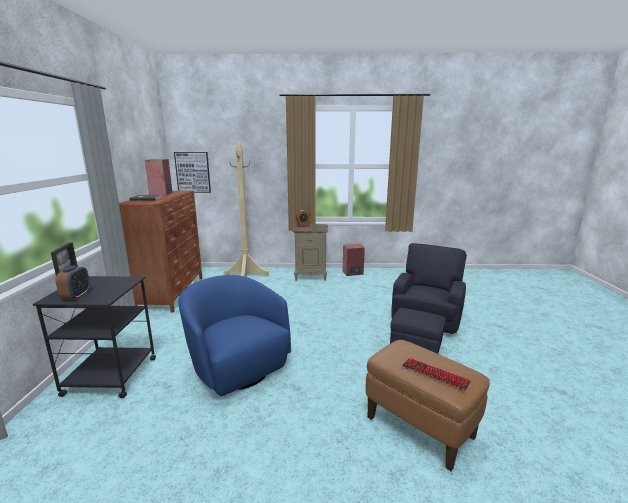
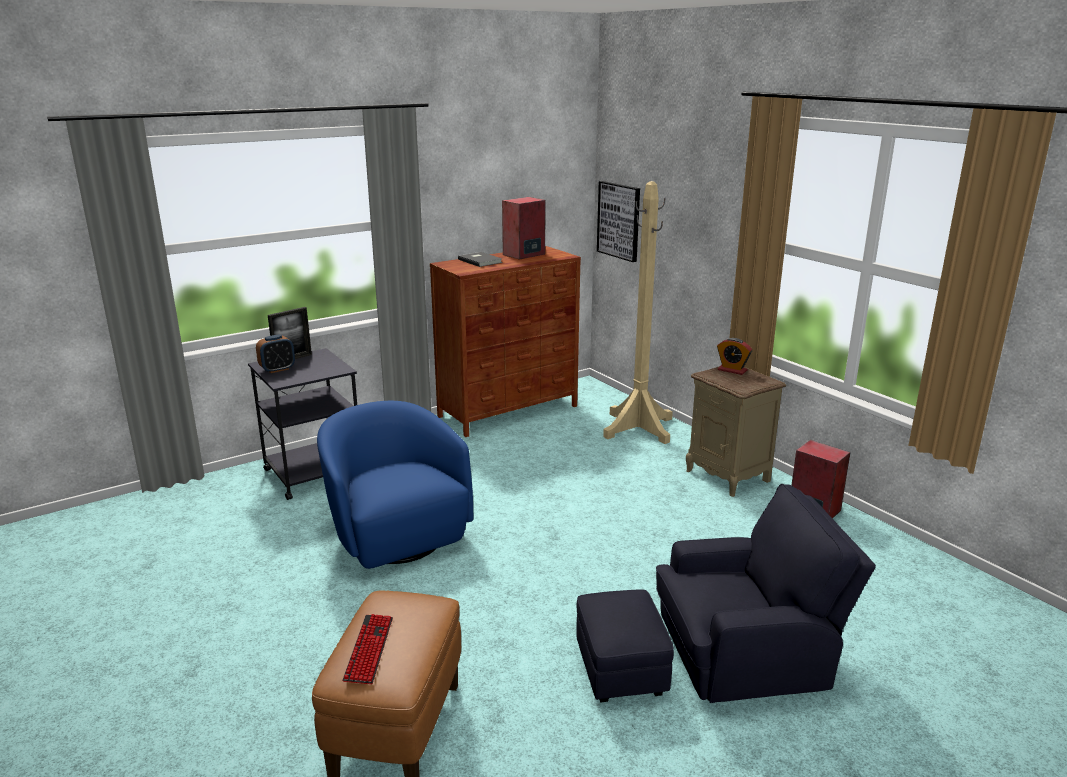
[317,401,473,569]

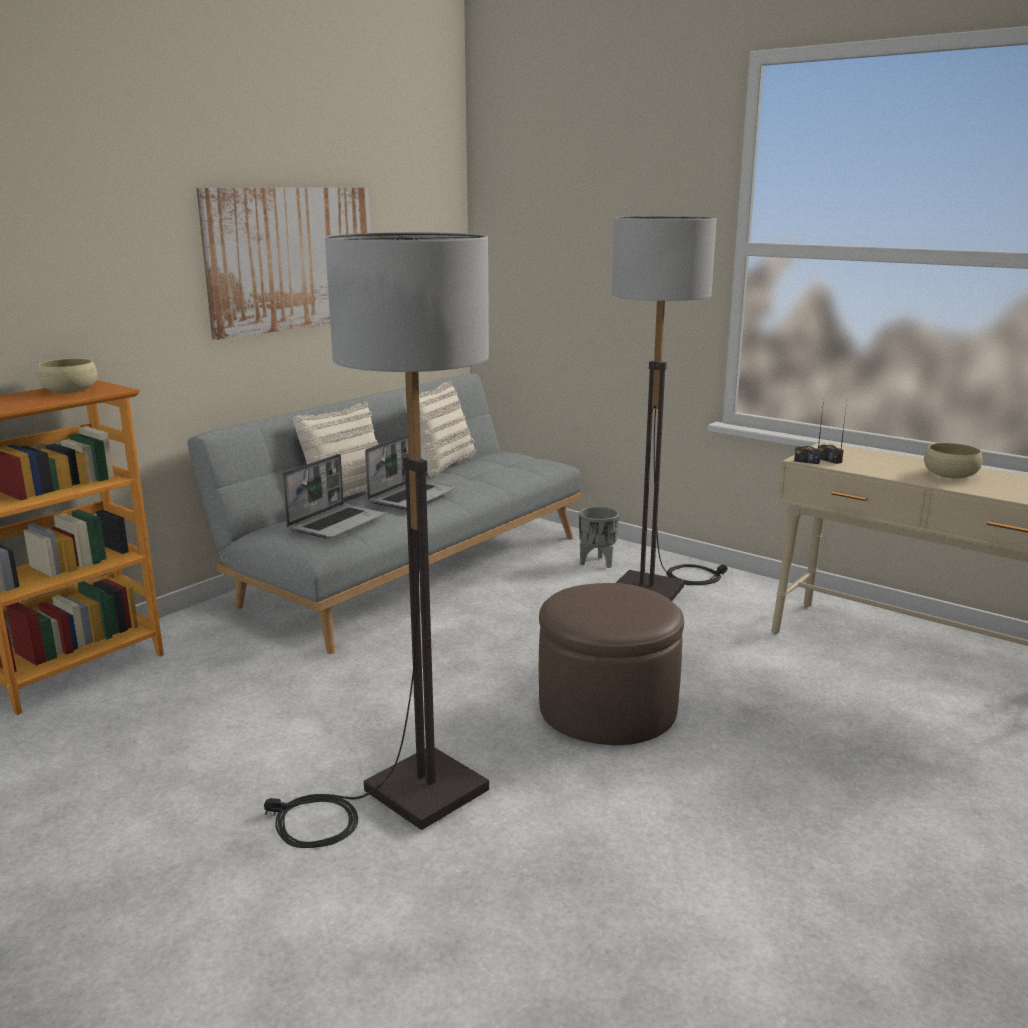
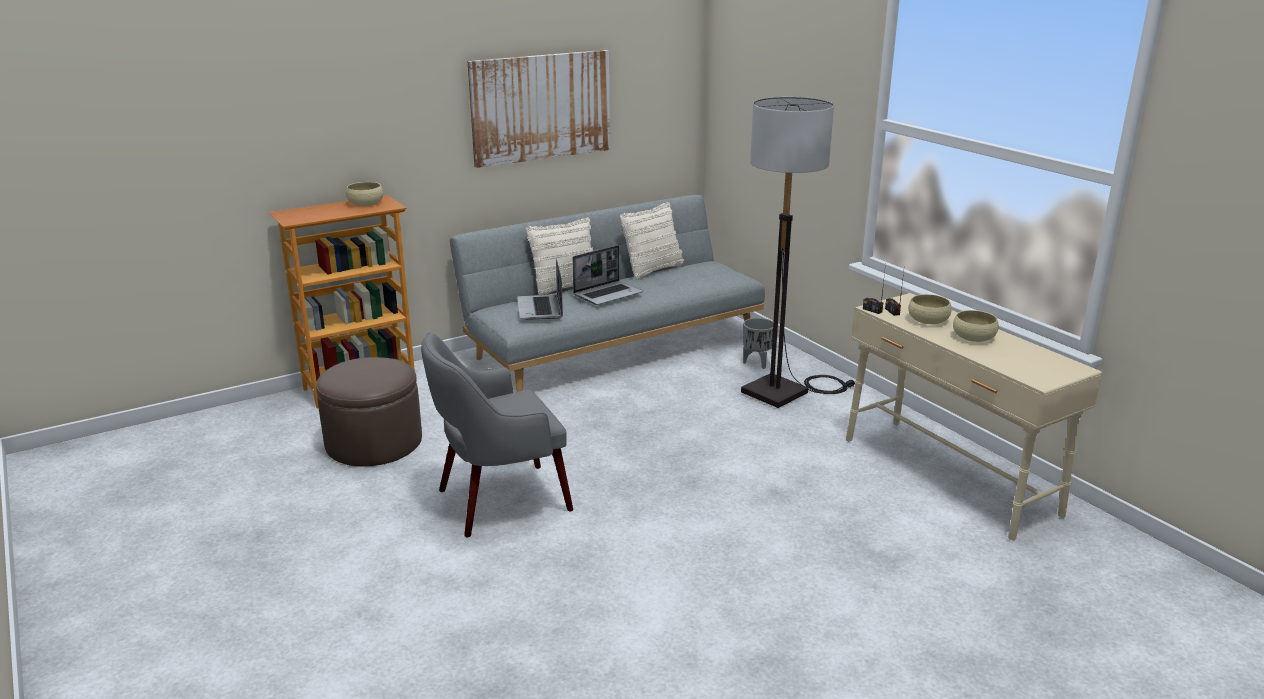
[908,294,952,324]
[316,357,422,467]
[421,332,573,537]
[517,258,563,320]

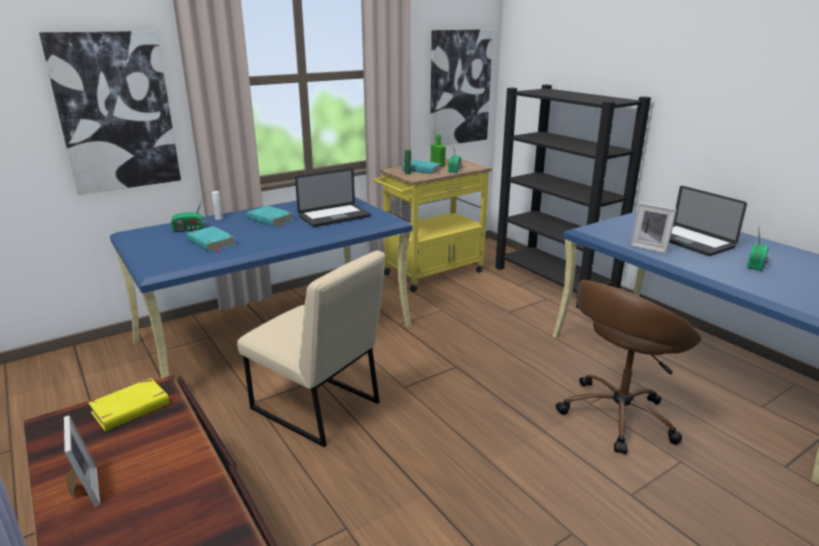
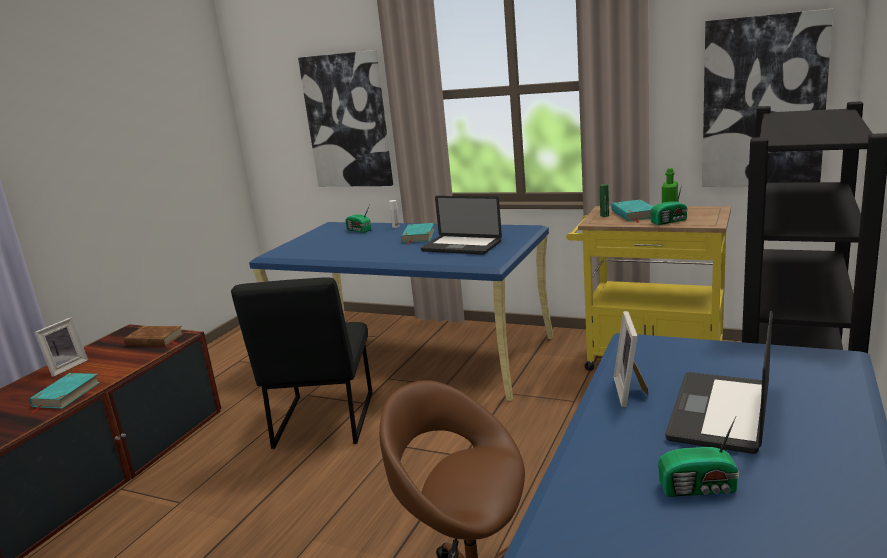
[29,373,100,413]
[124,326,184,346]
[231,277,373,449]

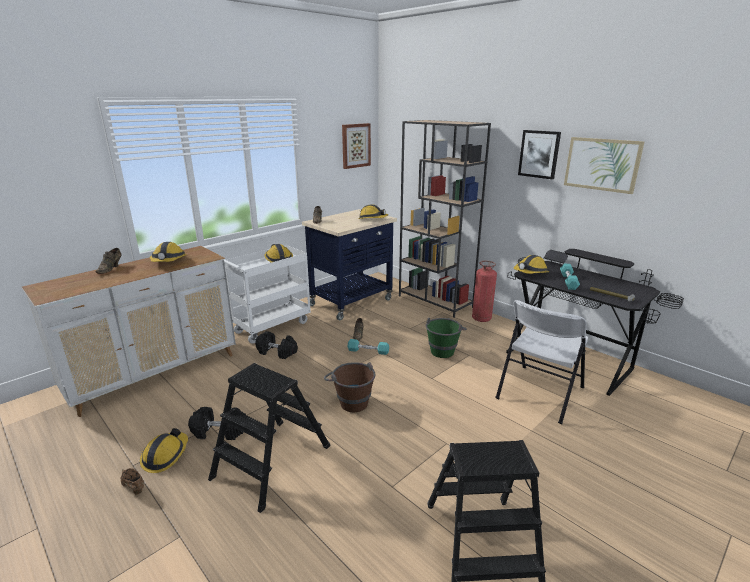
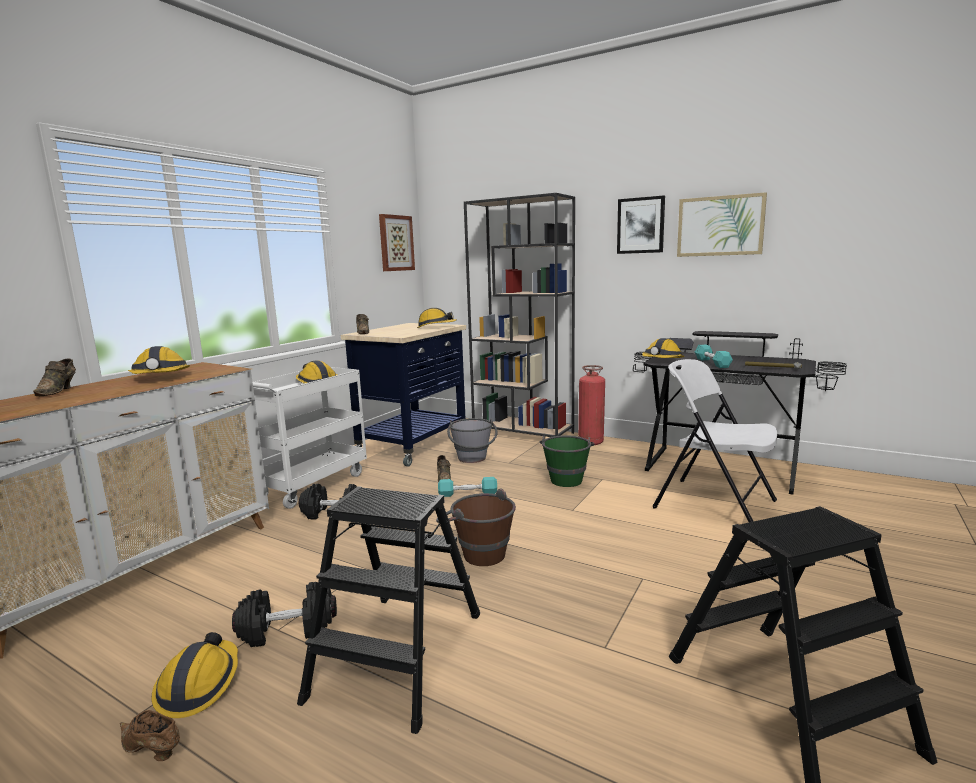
[447,418,498,463]
[653,359,777,522]

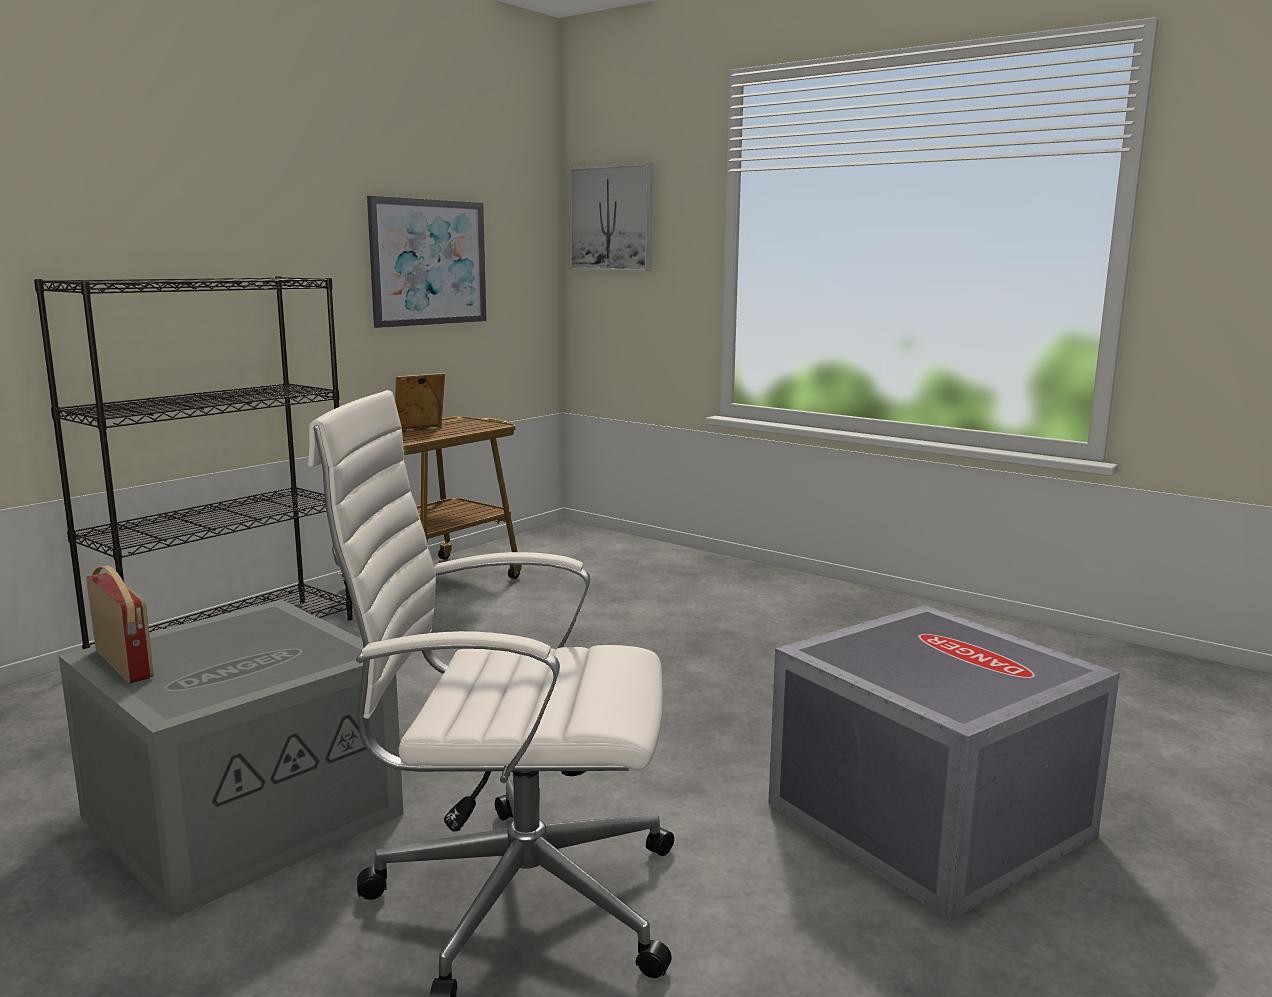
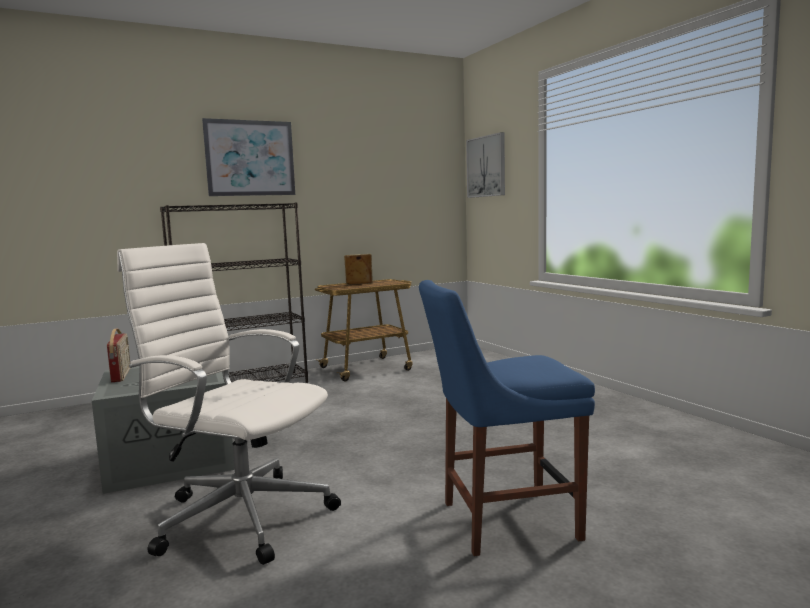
[202,118,295,196]
[419,280,595,556]

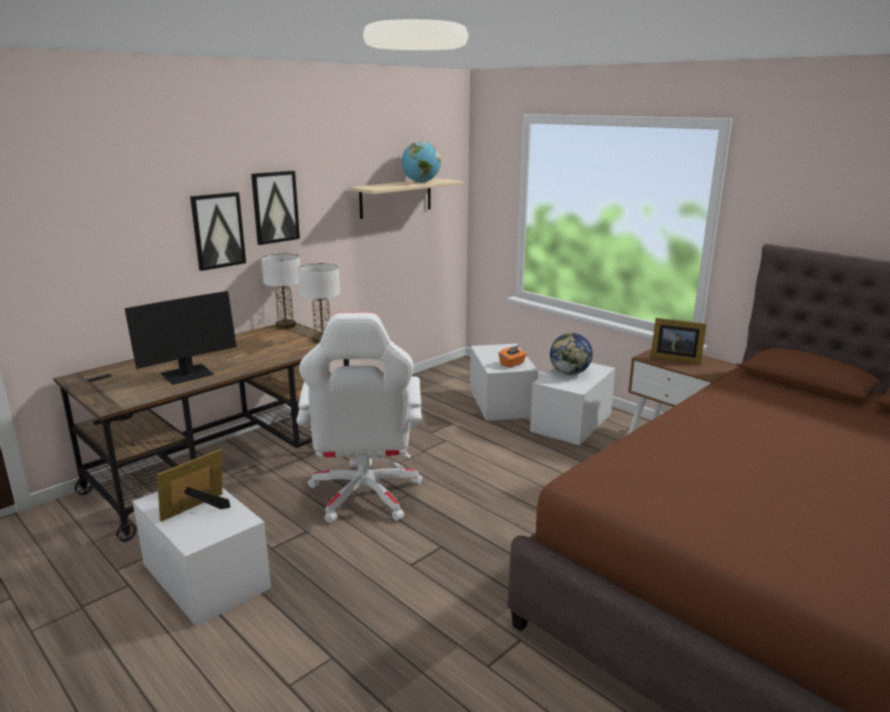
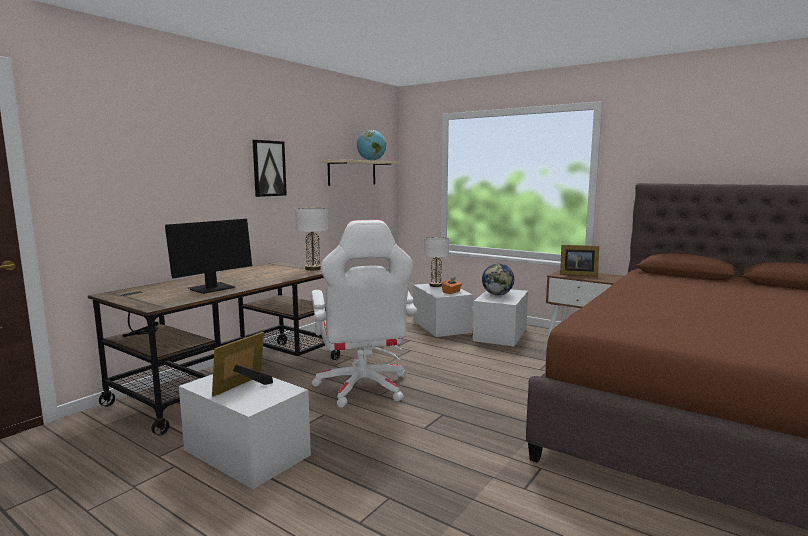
[190,192,246,271] (first image)
[424,237,449,287]

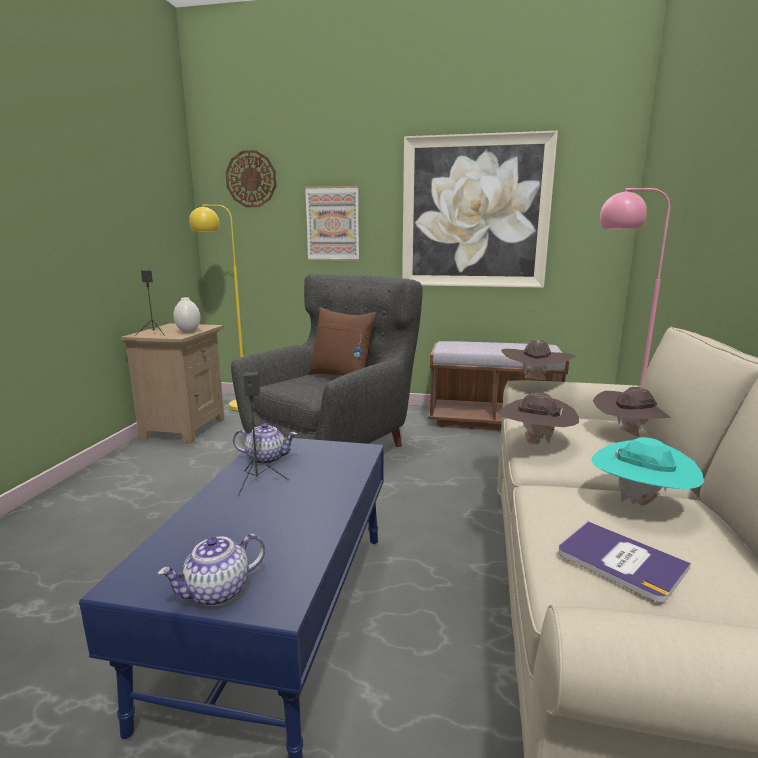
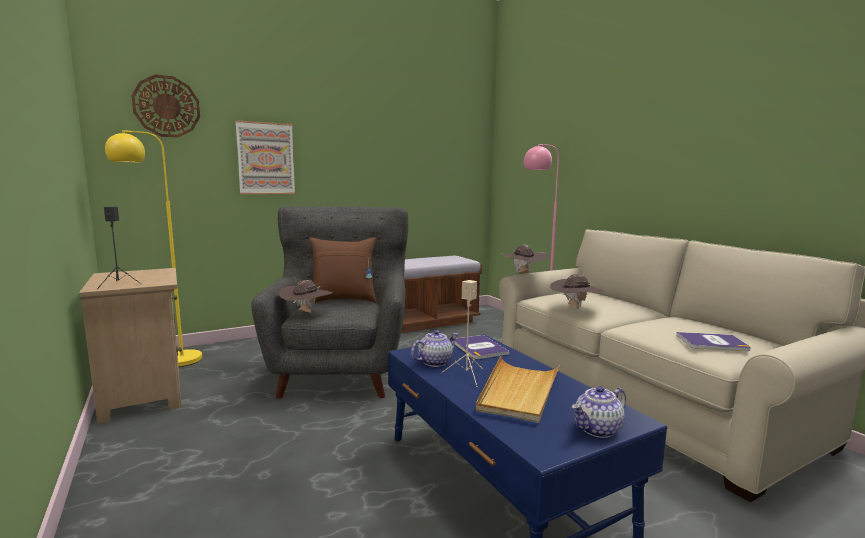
[174,297,200,333] (first image)
[402,131,558,288] (first image)
[591,437,704,506] (first image)
[455,335,509,359]
[476,356,560,423]
[278,280,333,313]
[441,280,483,387]
[572,386,626,438]

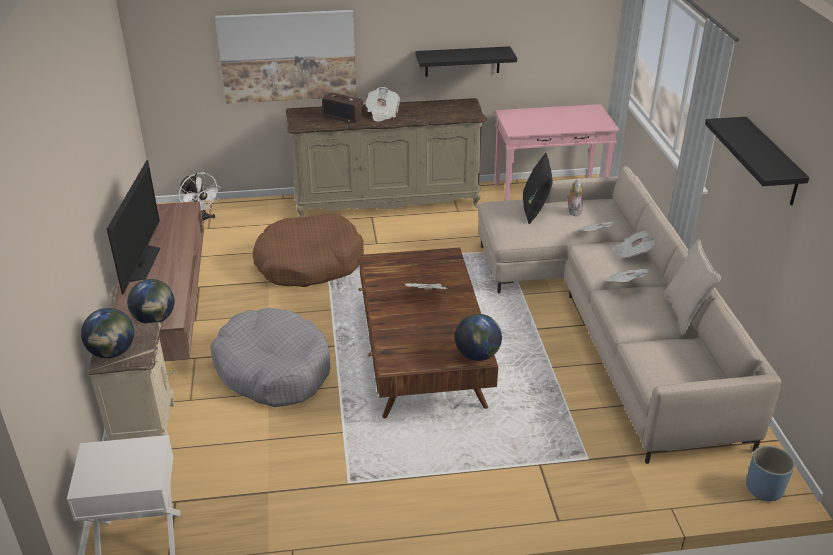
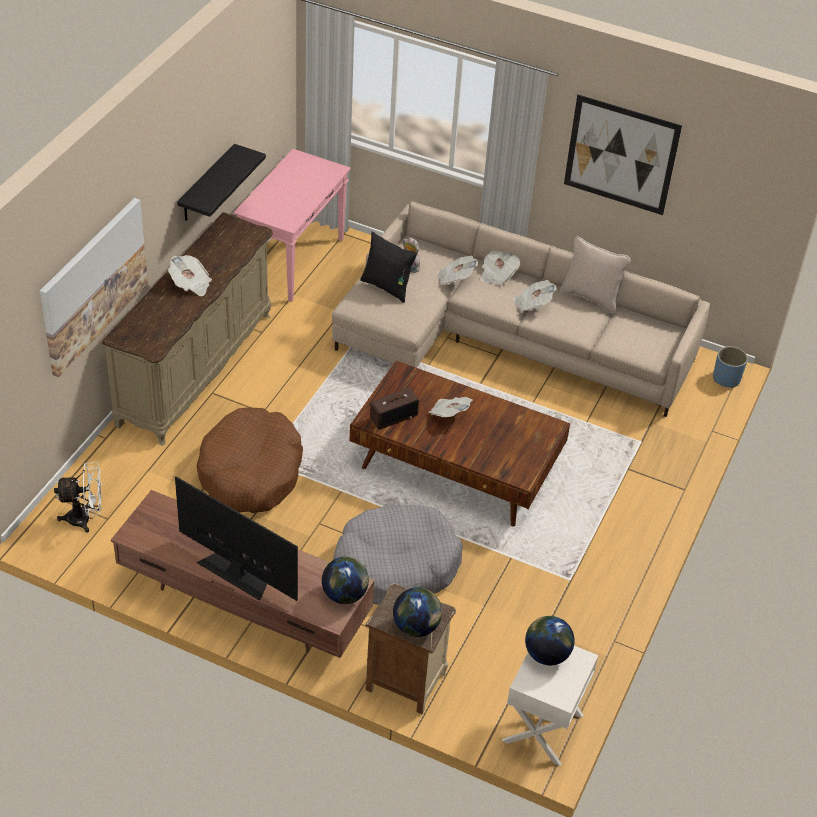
[370,388,419,430]
[525,616,575,665]
[564,94,682,215]

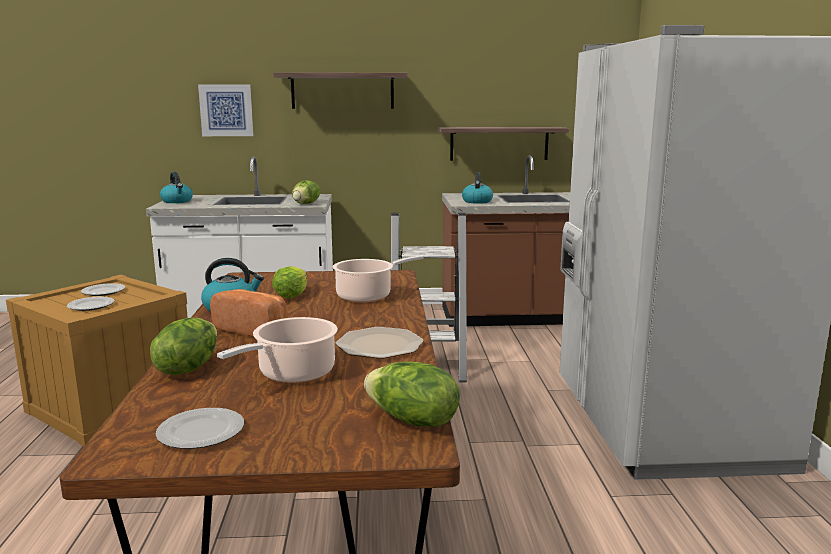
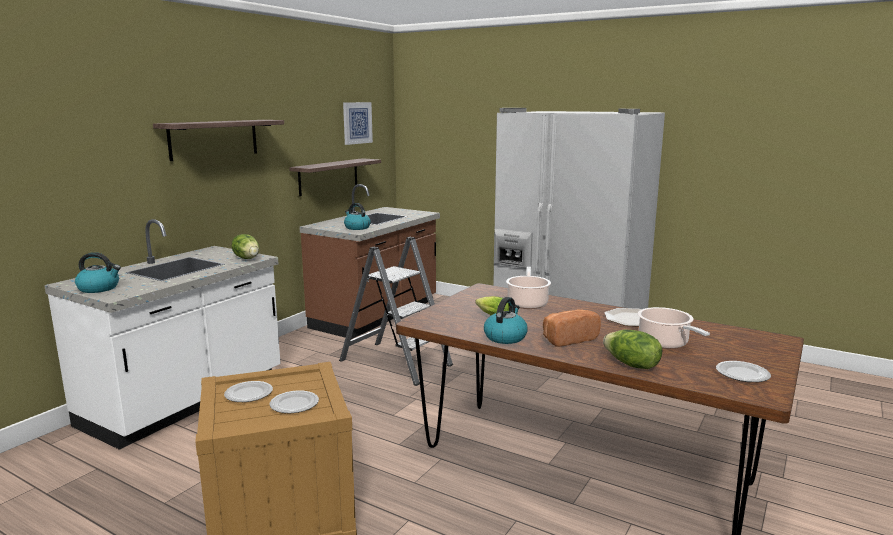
[364,361,460,427] (first image)
[343,102,373,145]

